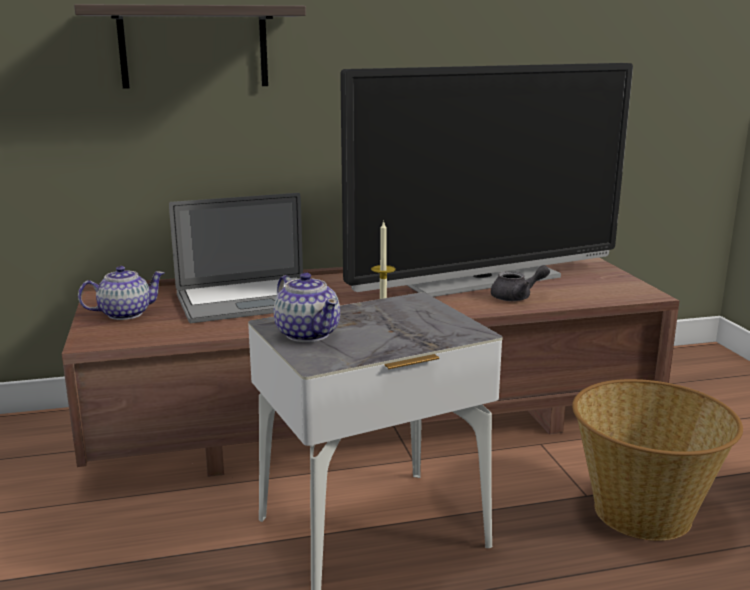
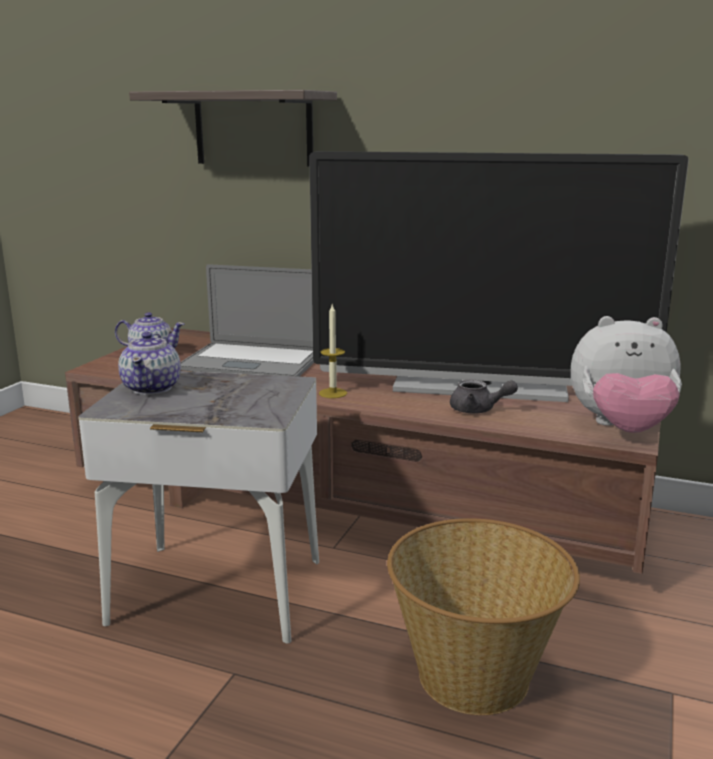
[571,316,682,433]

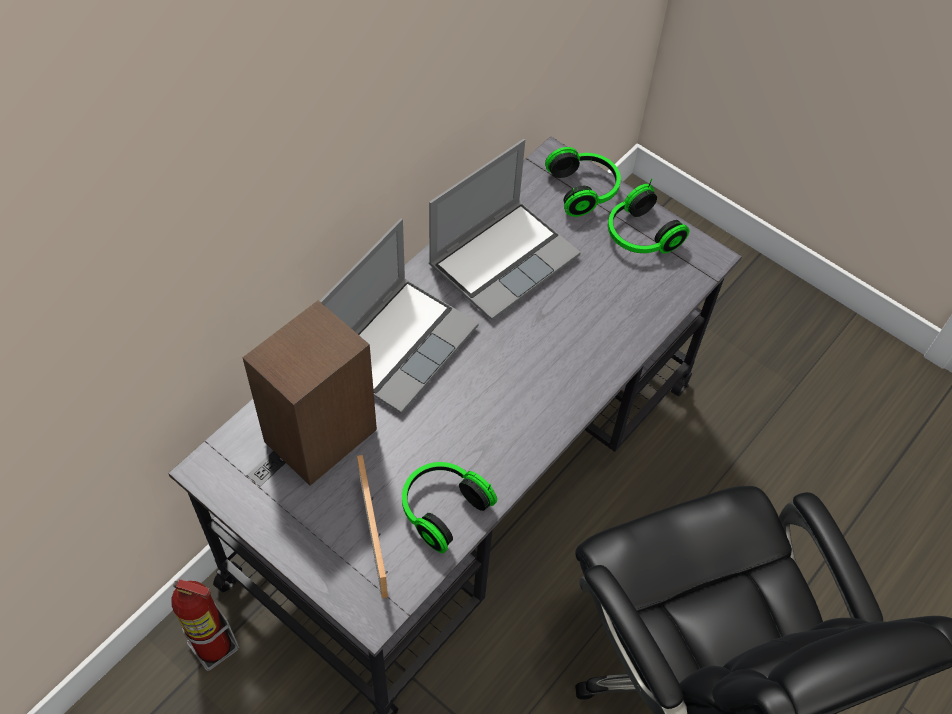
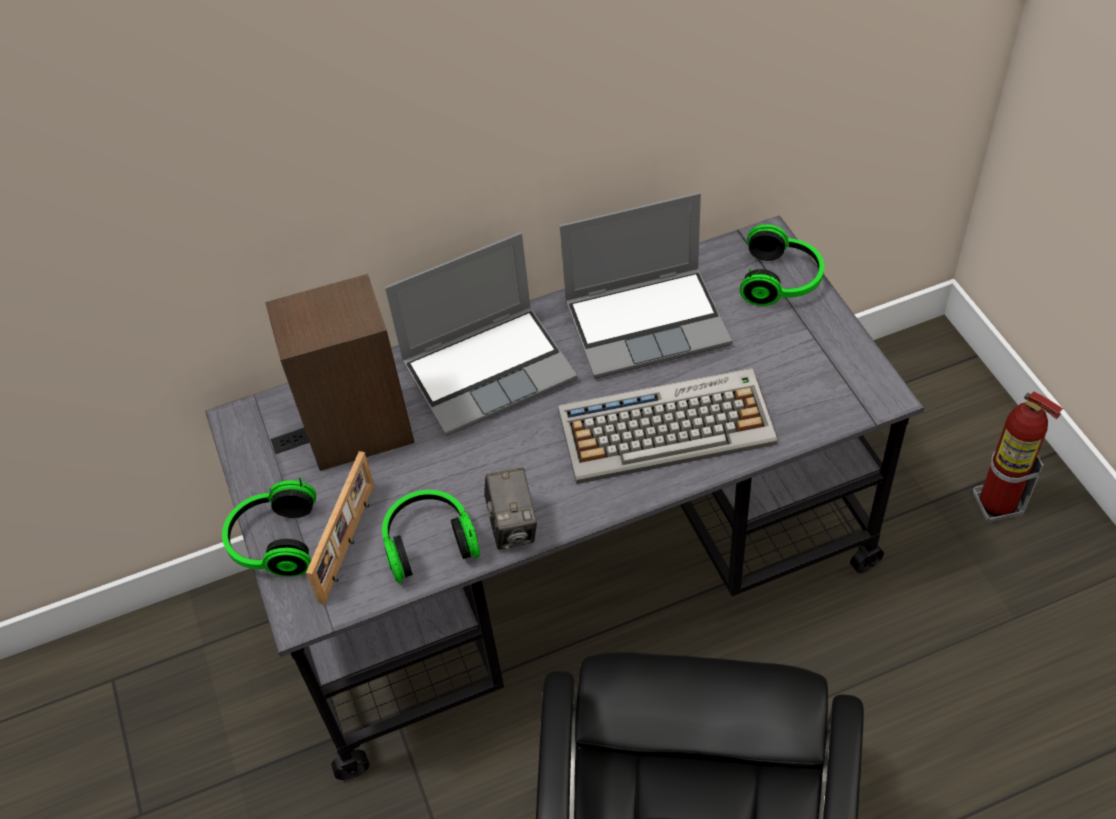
[484,468,537,550]
[558,368,777,484]
[973,392,1063,523]
[222,476,316,577]

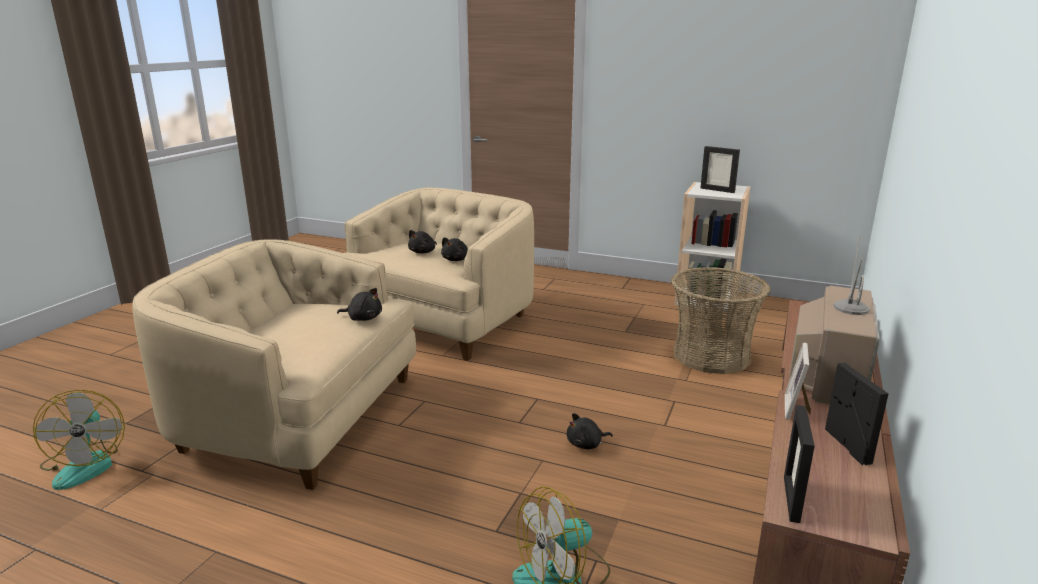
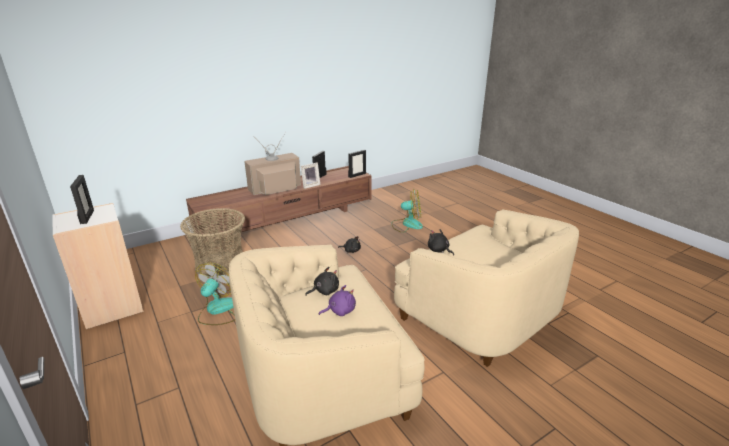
[195,263,235,325]
[319,285,356,316]

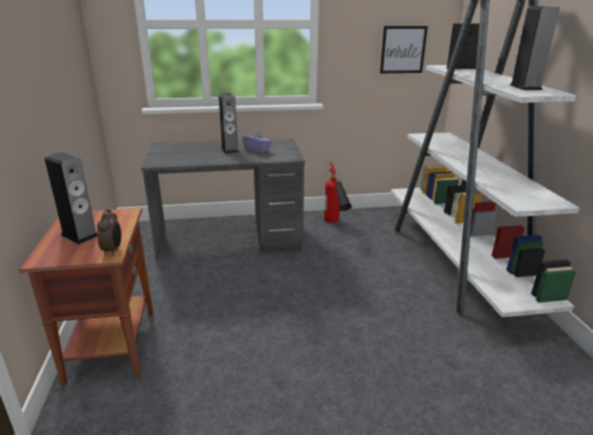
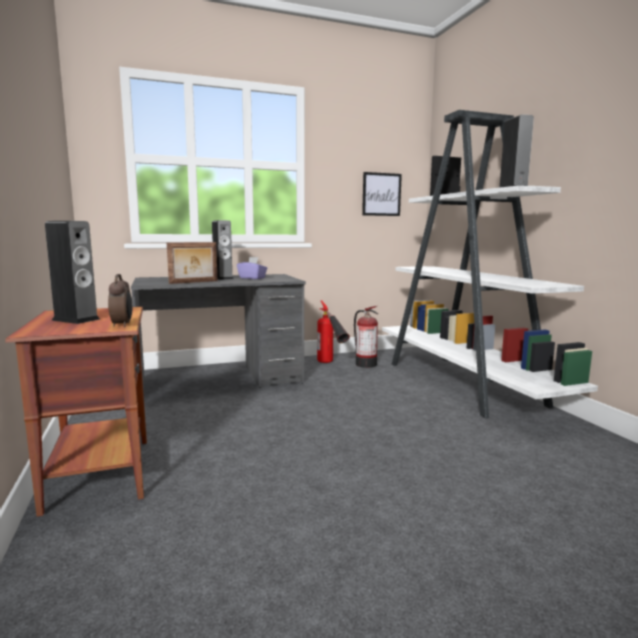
[167,242,217,284]
[354,306,378,368]

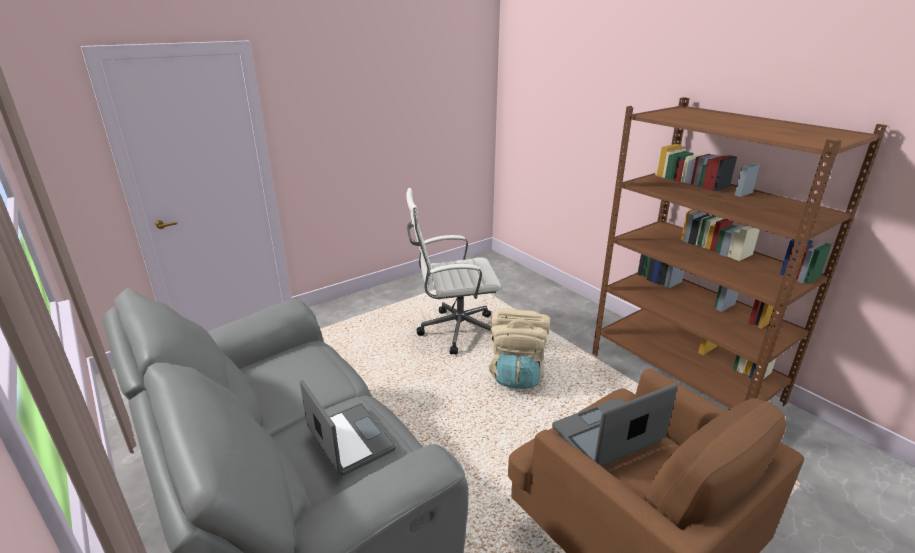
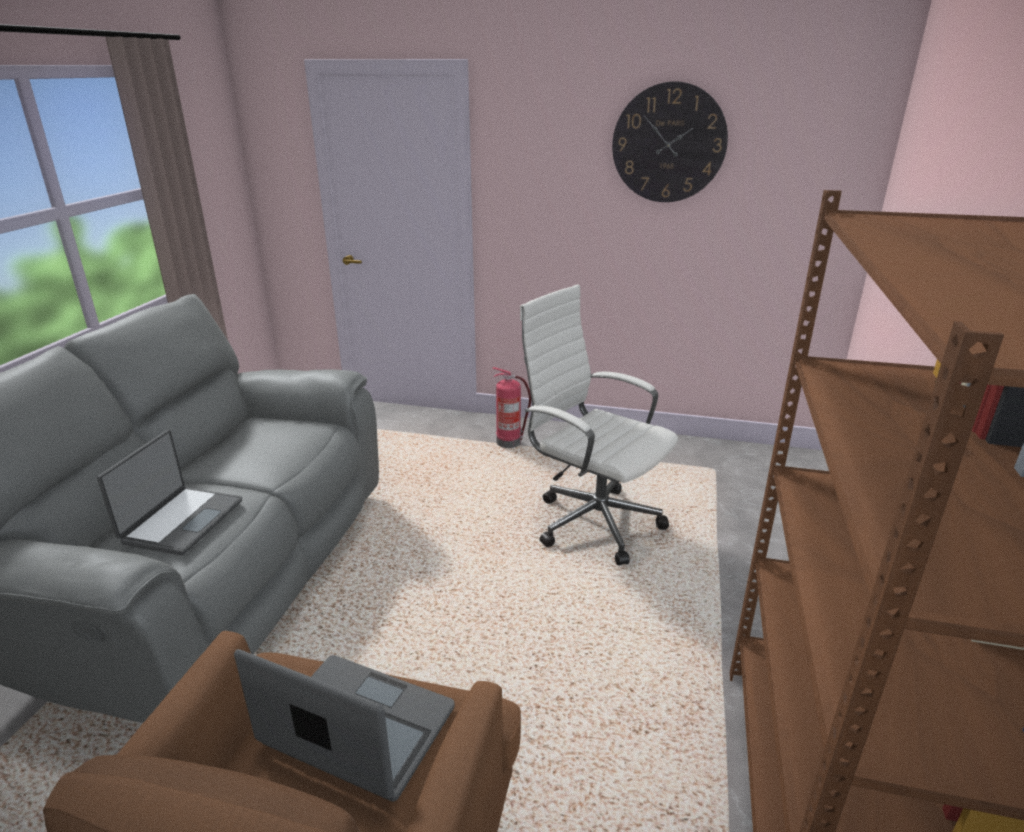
[489,308,550,389] (first image)
[492,367,531,448]
[612,82,728,202]

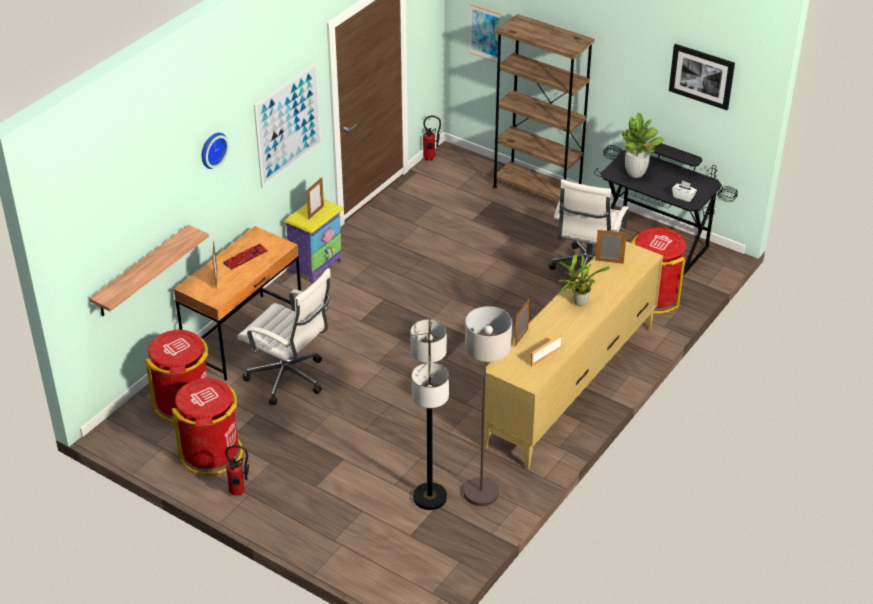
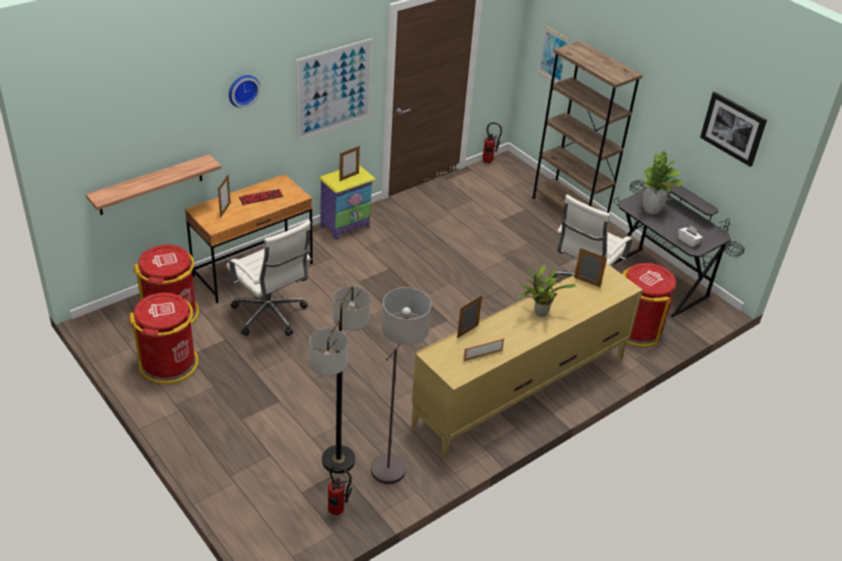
[328,466,352,515]

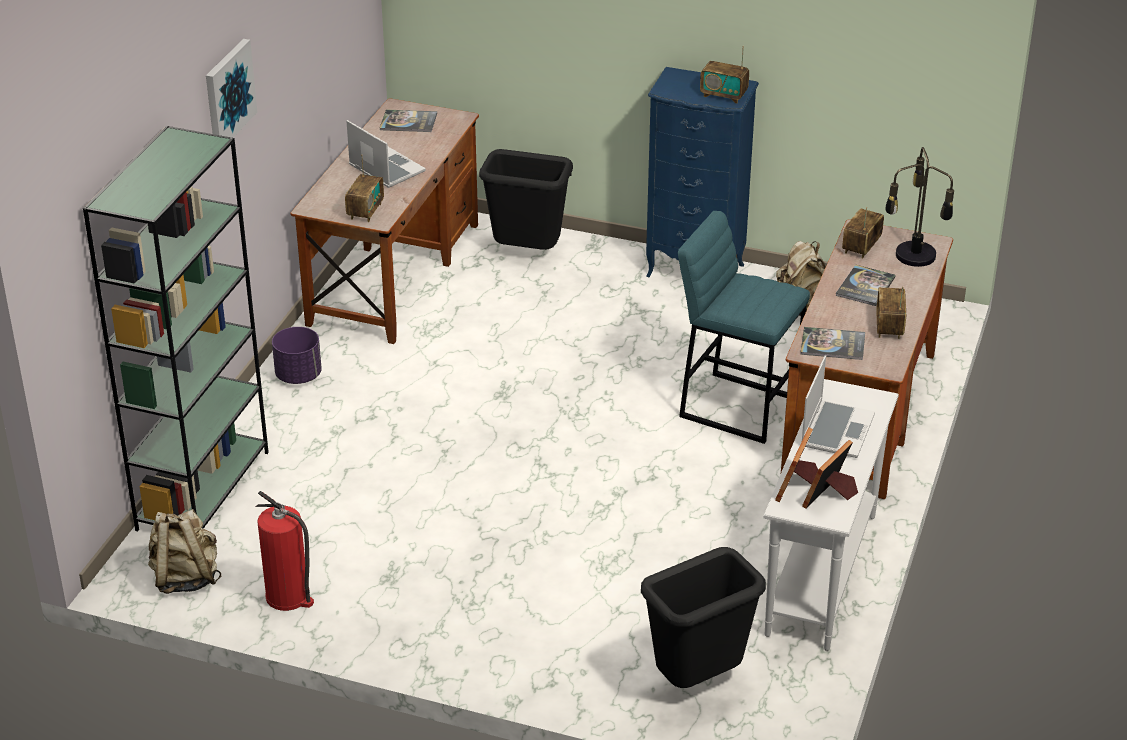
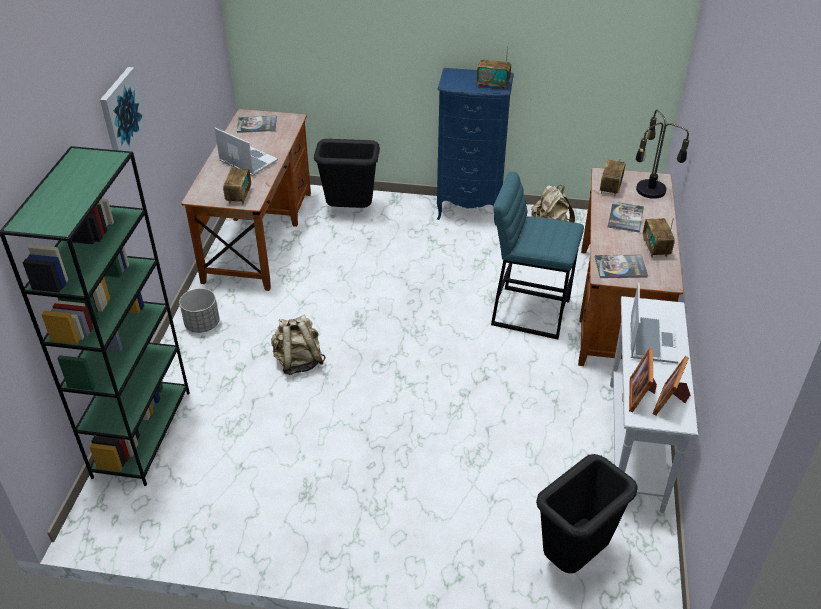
[255,491,314,611] (first image)
[271,315,326,375]
[179,288,220,333]

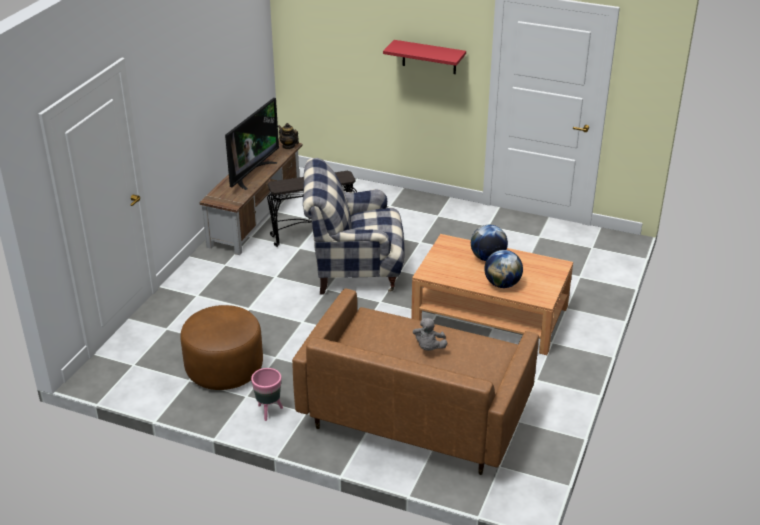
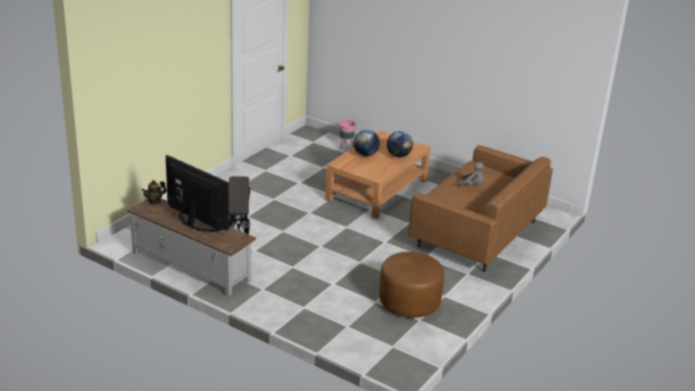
[303,158,404,295] (first image)
[383,40,466,74] (first image)
[339,120,356,149]

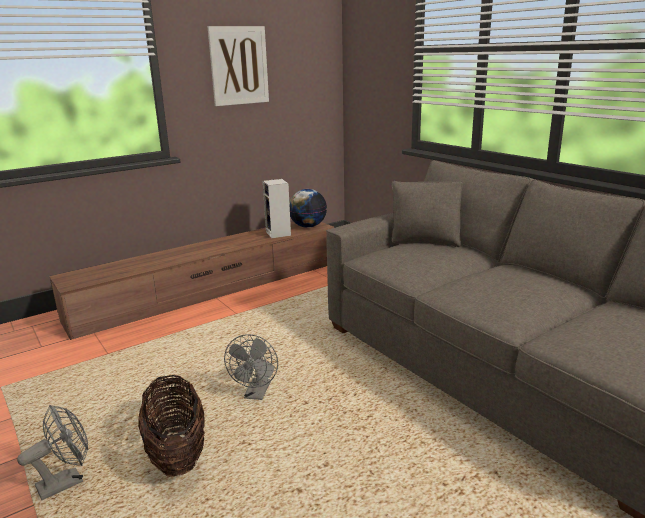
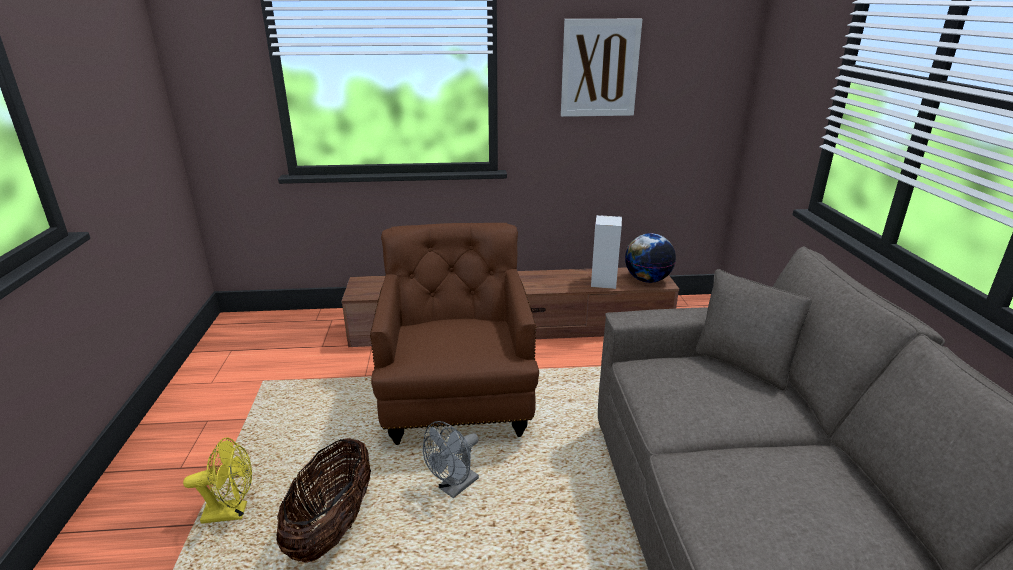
[370,223,539,445]
[183,437,252,524]

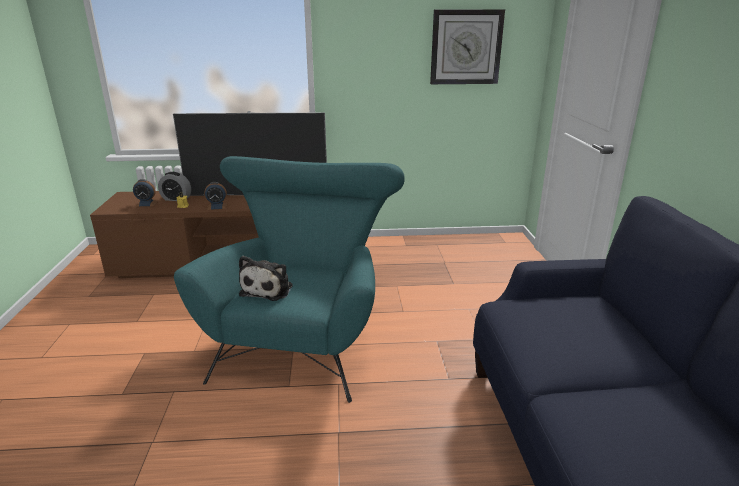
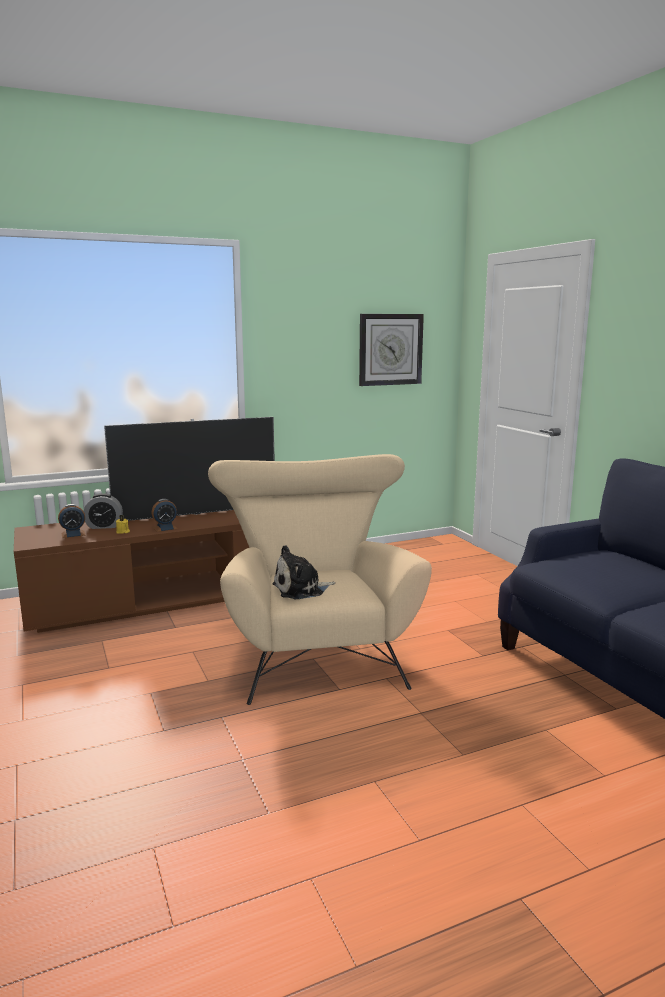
[208,454,432,705]
[272,545,335,599]

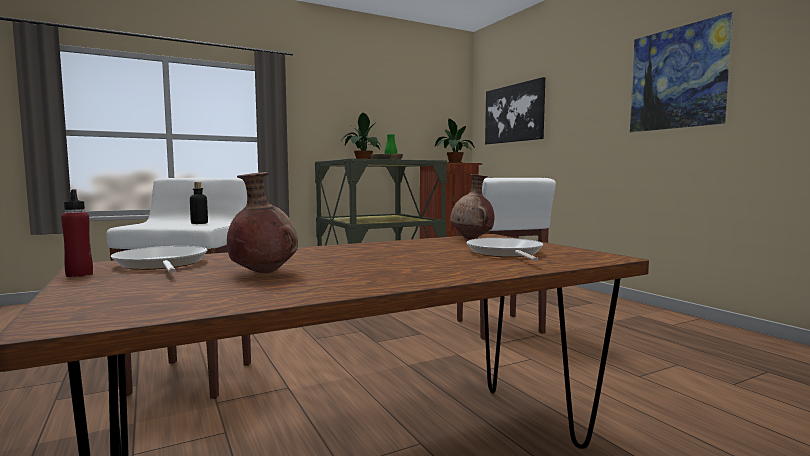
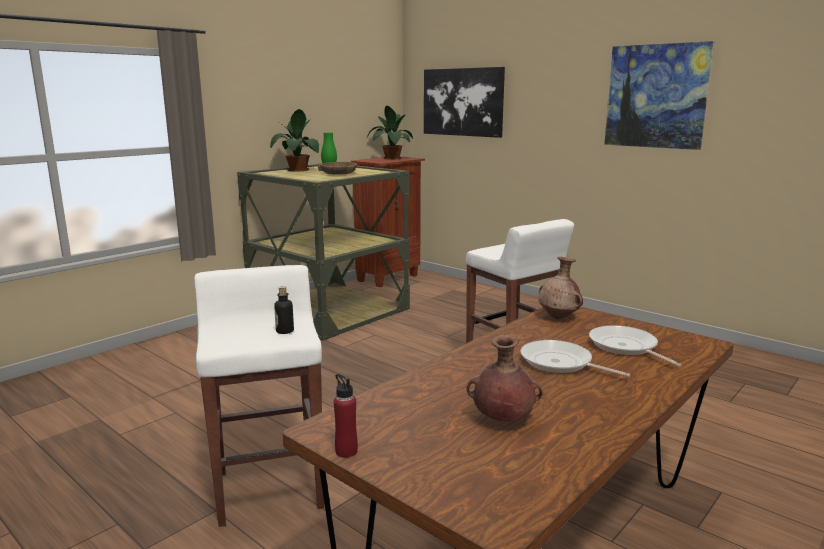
[521,340,630,377]

